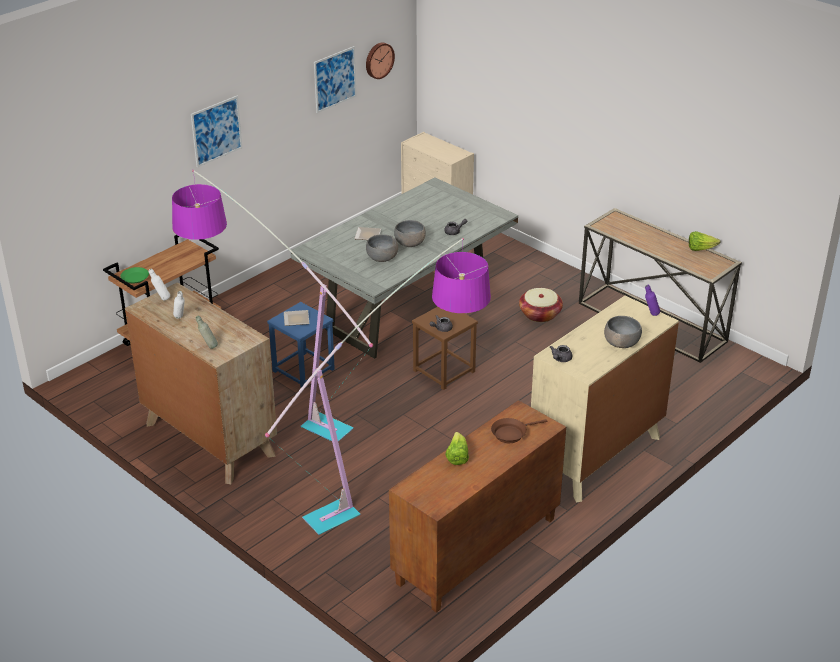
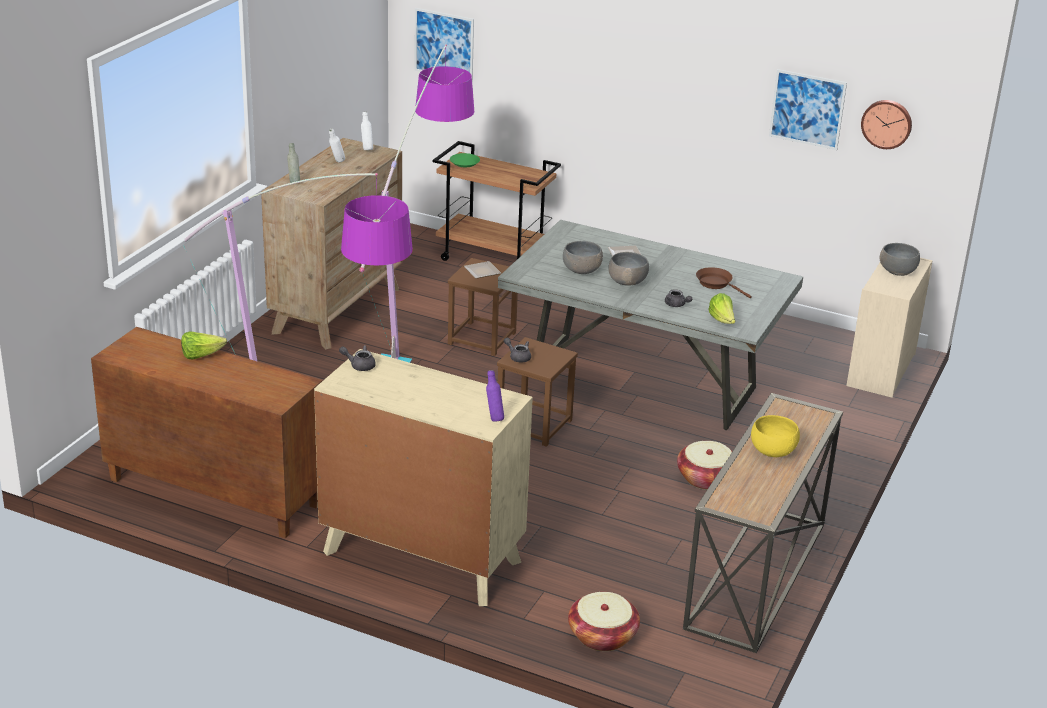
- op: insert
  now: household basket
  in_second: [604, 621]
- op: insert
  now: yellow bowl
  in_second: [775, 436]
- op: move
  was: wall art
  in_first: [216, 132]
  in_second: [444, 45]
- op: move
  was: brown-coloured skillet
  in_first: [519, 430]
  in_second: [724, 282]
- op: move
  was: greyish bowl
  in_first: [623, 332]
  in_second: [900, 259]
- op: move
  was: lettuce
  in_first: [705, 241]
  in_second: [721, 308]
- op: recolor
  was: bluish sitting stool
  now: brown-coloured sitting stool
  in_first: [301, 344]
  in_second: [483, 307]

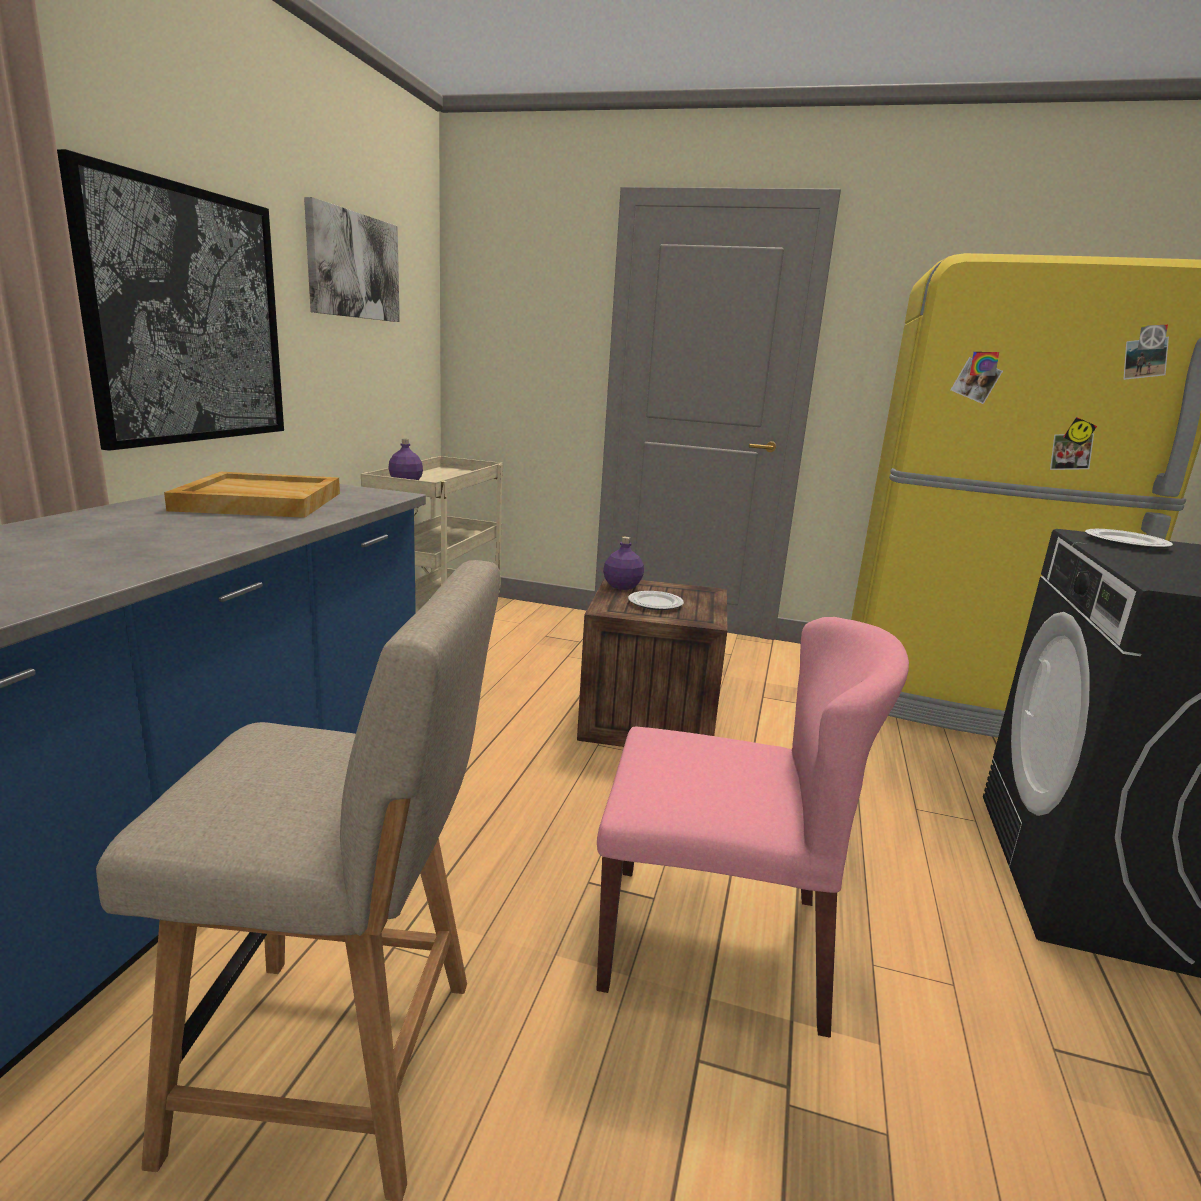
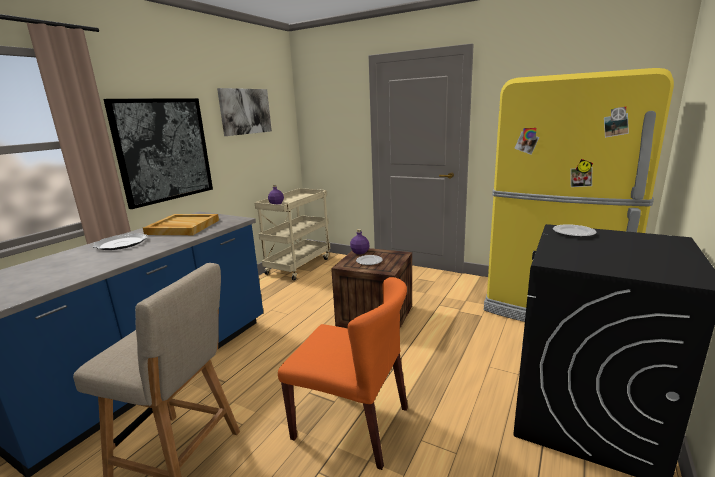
- op: insert
  now: flat dish
  in_second: [120, 241]
- op: recolor
  was: pink-coloured chair
  now: orangey chair
  in_first: [752, 827]
  in_second: [343, 373]

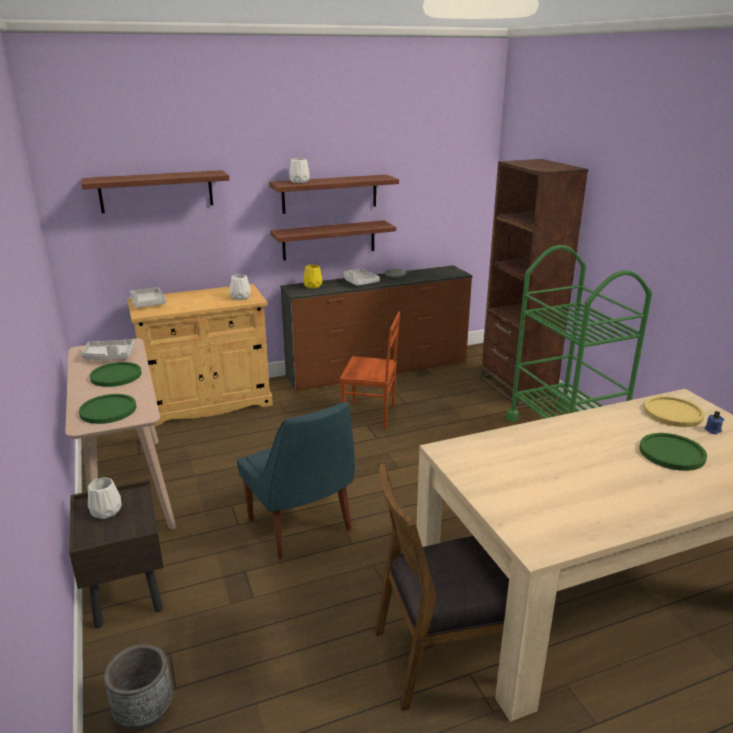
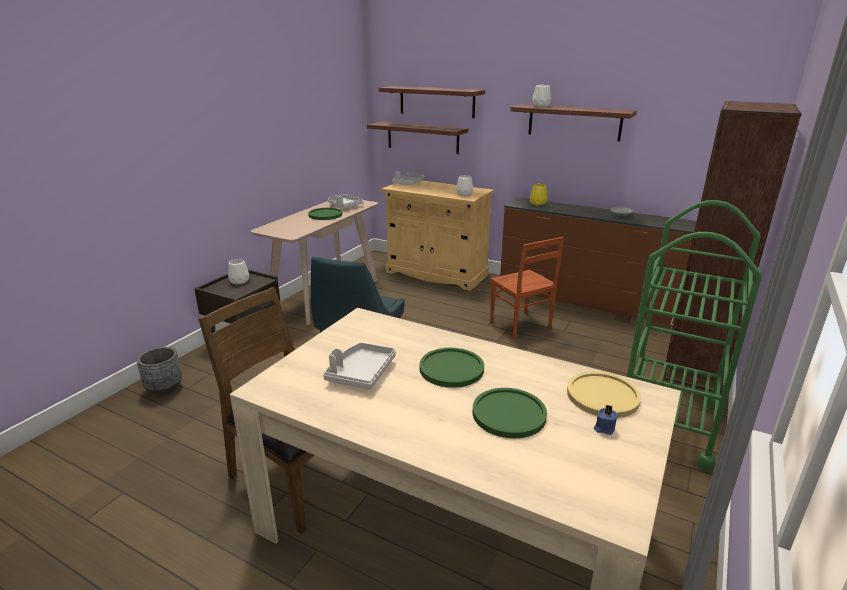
- op: move
  was: green flat dish
  in_first: [107, 409]
  in_second: [451, 368]
- op: move
  was: shelf
  in_first: [333, 240]
  in_second: [417, 138]
- op: move
  was: greyish tray
  in_first: [362, 277]
  in_second: [359, 365]

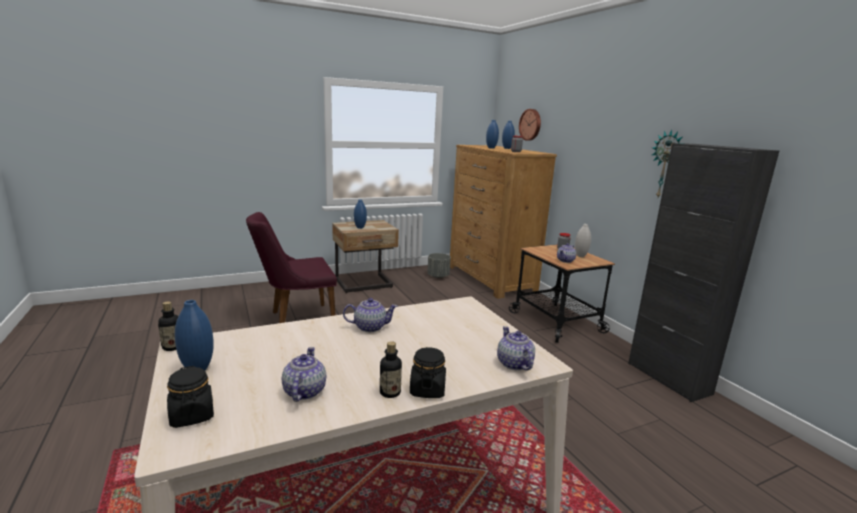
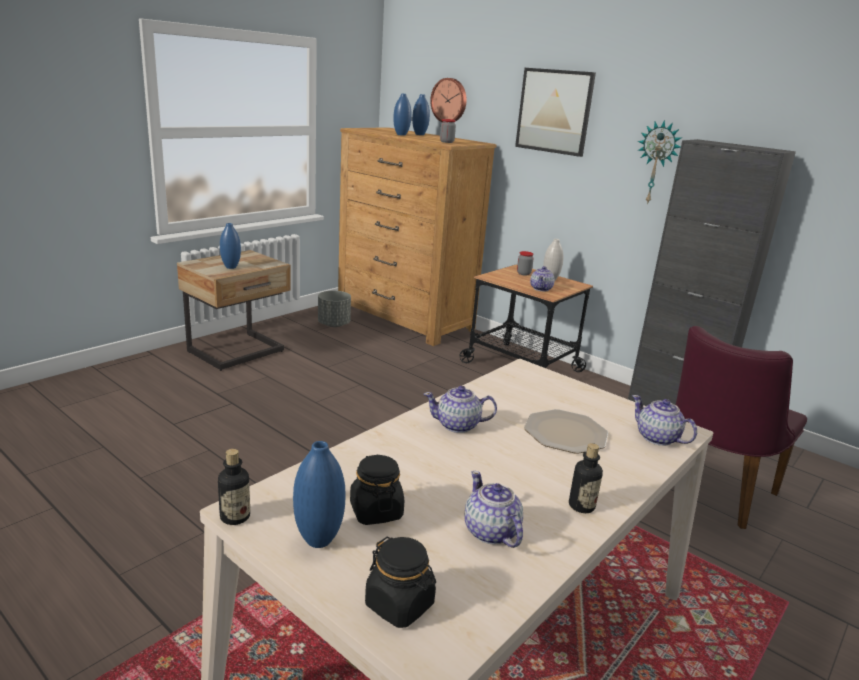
- op: insert
  now: wall art
  in_second: [555, 112]
- op: insert
  now: flat dish
  in_second: [566, 431]
- op: move
  was: purplish chair
  in_first: [291, 267]
  in_second: [741, 427]
- op: move
  was: black jar
  in_first: [428, 372]
  in_second: [377, 489]
- op: rotate
  was: teapot
  in_first: [370, 315]
  in_second: [460, 409]
  clockwise: -150

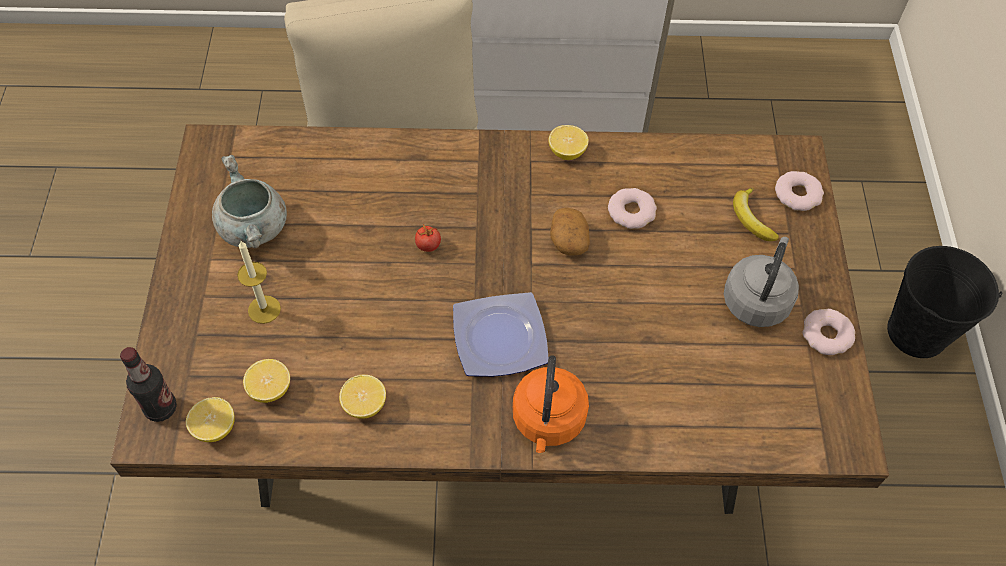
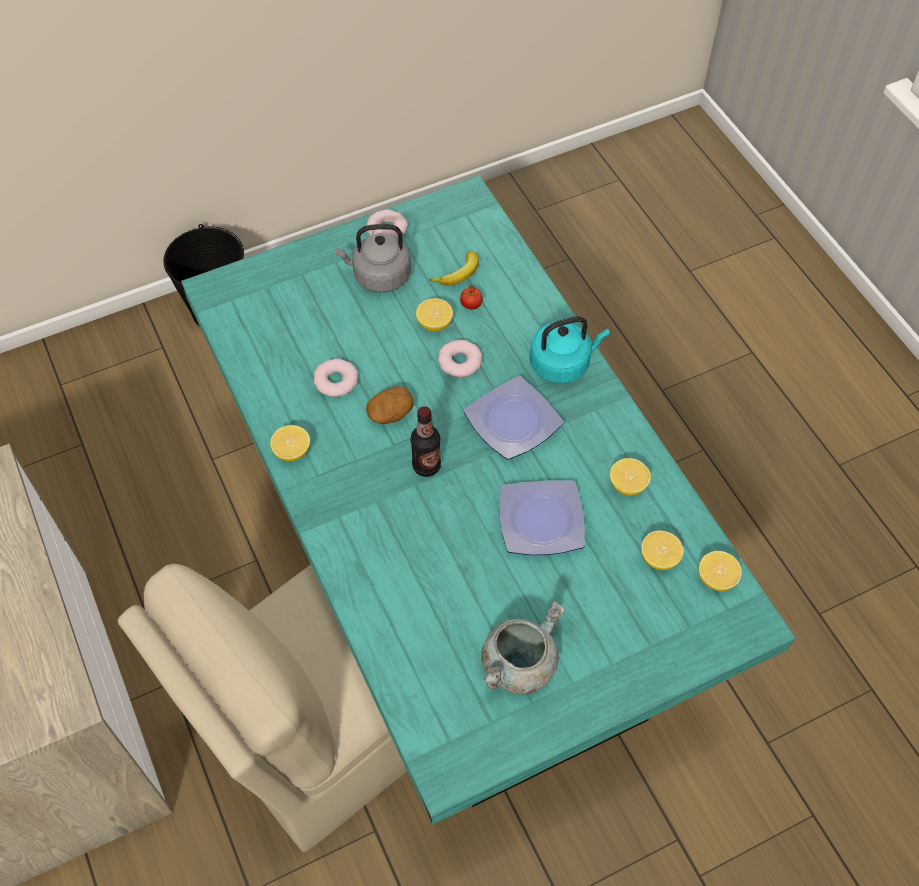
- op: delete
  was: wax candle
  in_first: [259, 282]
- op: insert
  now: lemon
  in_second: [434, 315]
- op: insert
  now: flat dish
  in_second: [542, 518]
- op: move
  was: drink bottle
  in_first: [148, 384]
  in_second: [426, 441]
- op: move
  was: fresh tomato
  in_first: [428, 238]
  in_second: [471, 297]
- op: move
  was: whole banana
  in_first: [756, 214]
  in_second: [454, 268]
- op: move
  was: ring doughnut
  in_first: [799, 191]
  in_second: [460, 358]
- op: recolor
  was: brown-coloured dinner table
  now: turquoise-coloured dinner table
  in_first: [499, 319]
  in_second: [488, 500]
- op: recolor
  was: orangey kettle
  now: turquoise-coloured kettle
  in_first: [551, 404]
  in_second: [570, 350]

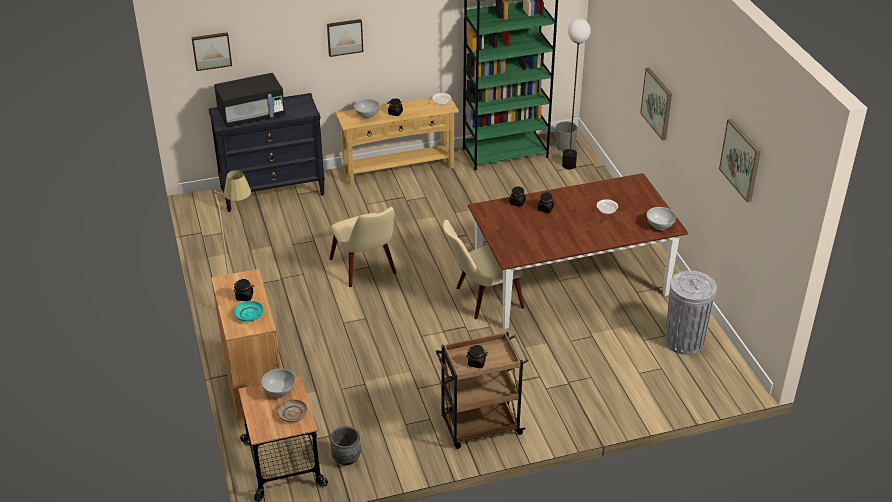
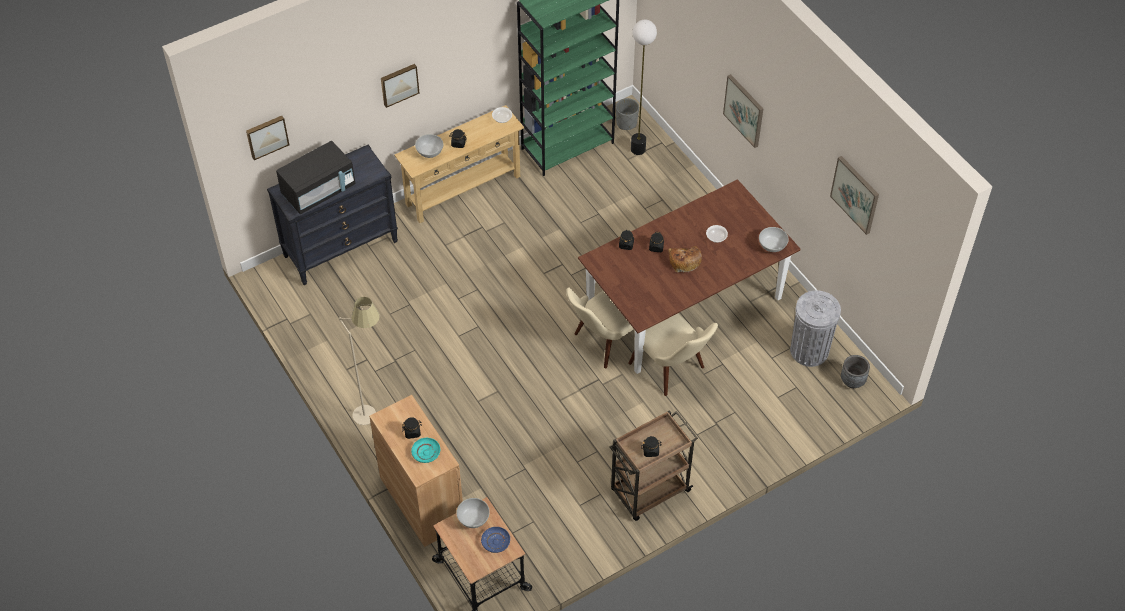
- op: insert
  now: bakery bread
  in_second: [685, 259]
- op: move
  was: sand-coloured chair
  in_first: [363, 247]
  in_second: [673, 354]
- op: move
  was: greyish flower pot
  in_first: [345, 445]
  in_second: [855, 371]
- op: recolor
  was: sand-coloured flat dish
  now: bluish flat dish
  in_first: [292, 410]
  in_second: [495, 540]

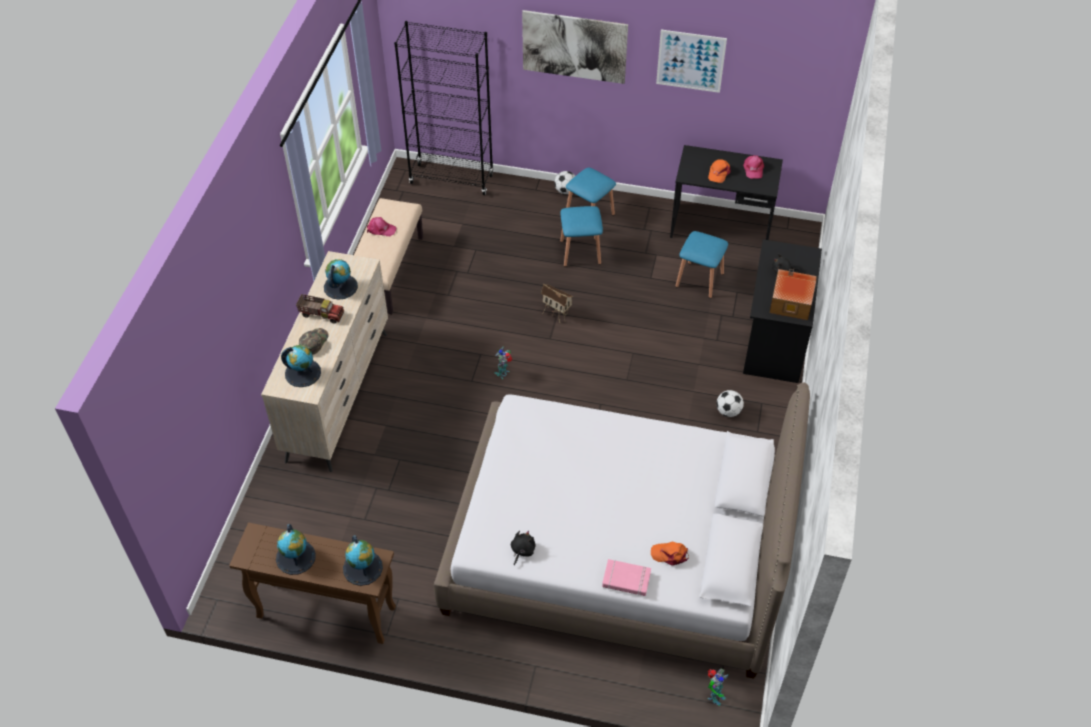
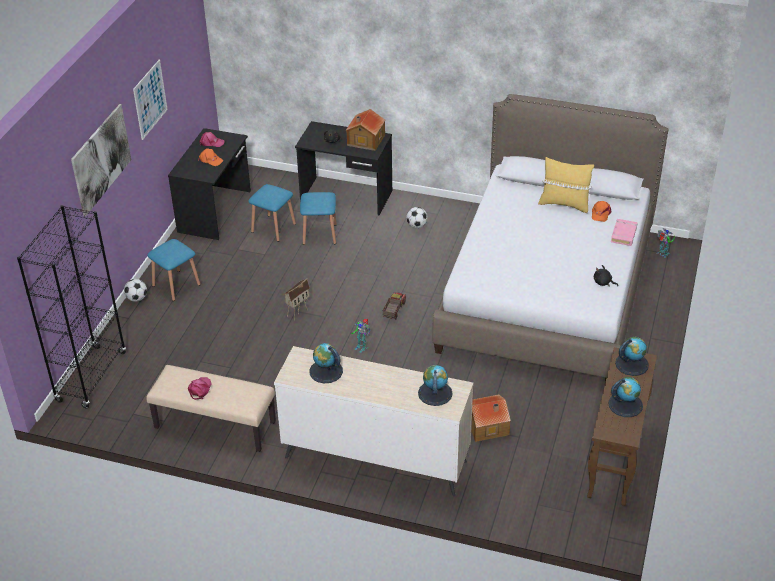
- op: delete
  was: green baseball cap
  in_first: [314, 341]
- op: insert
  now: miniature house
  in_second: [491, 418]
- op: insert
  now: yellow throw pillow
  in_second: [566, 185]
- op: move
  was: toy truck
  in_first: [320, 309]
  in_second: [394, 305]
- op: move
  was: bluish sitting stool
  in_first: [581, 236]
  in_second: [318, 218]

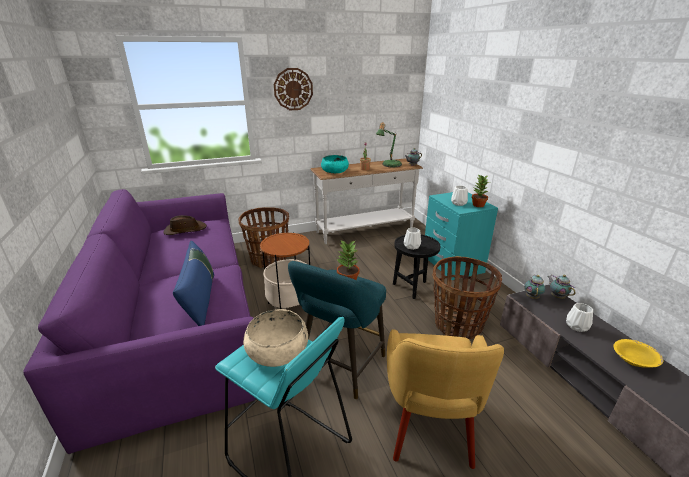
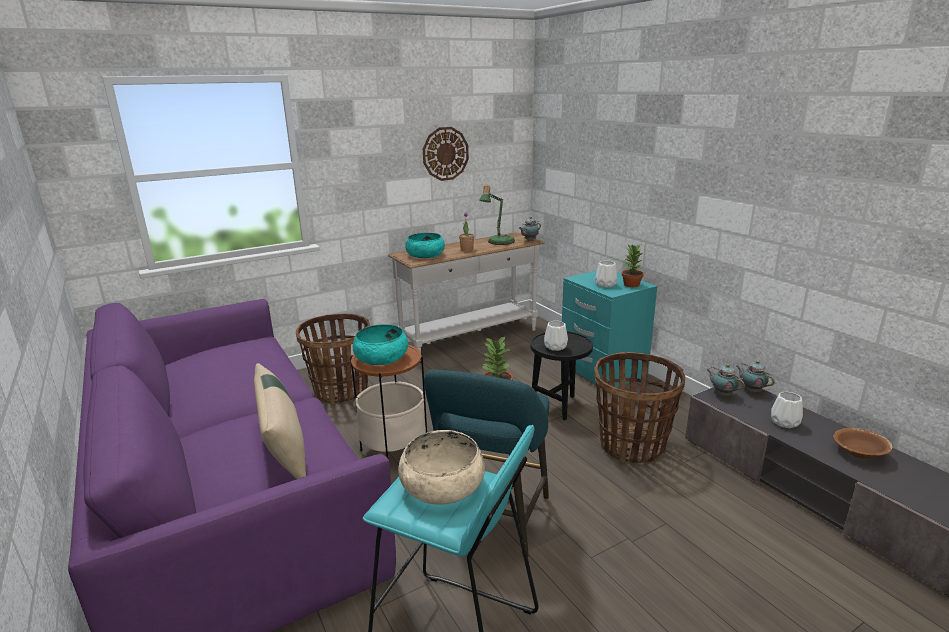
- op: delete
  was: brown-coloured wearable hat
  in_first: [185, 225]
- op: delete
  was: yellow lounge chair
  in_first: [445, 399]
- op: insert
  now: turquoise-coloured bowl
  in_second: [380, 344]
- op: move
  was: hanging clock
  in_first: [293, 89]
  in_second: [446, 154]
- op: recolor
  was: bluish throw pillow
  now: sand-coloured throw pillow
  in_first: [193, 283]
  in_second: [280, 421]
- op: recolor
  was: yellow bowl
  now: brown-coloured bowl
  in_first: [638, 353]
  in_second: [863, 443]
- op: rotate
  was: teapot
  in_first: [534, 287]
  in_second: [726, 380]
  clockwise: -45

